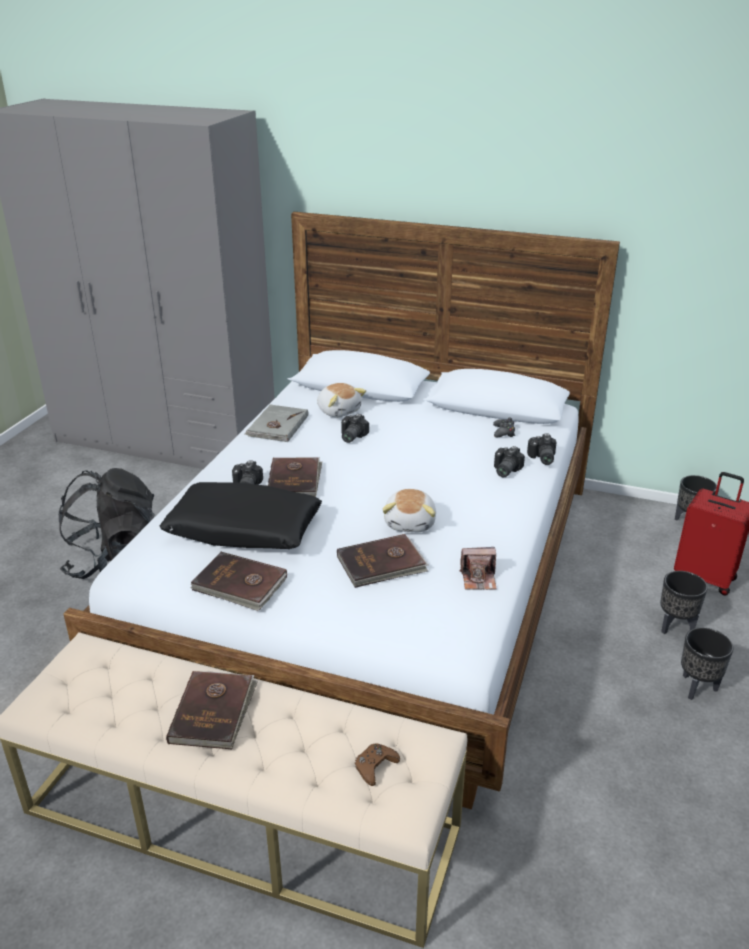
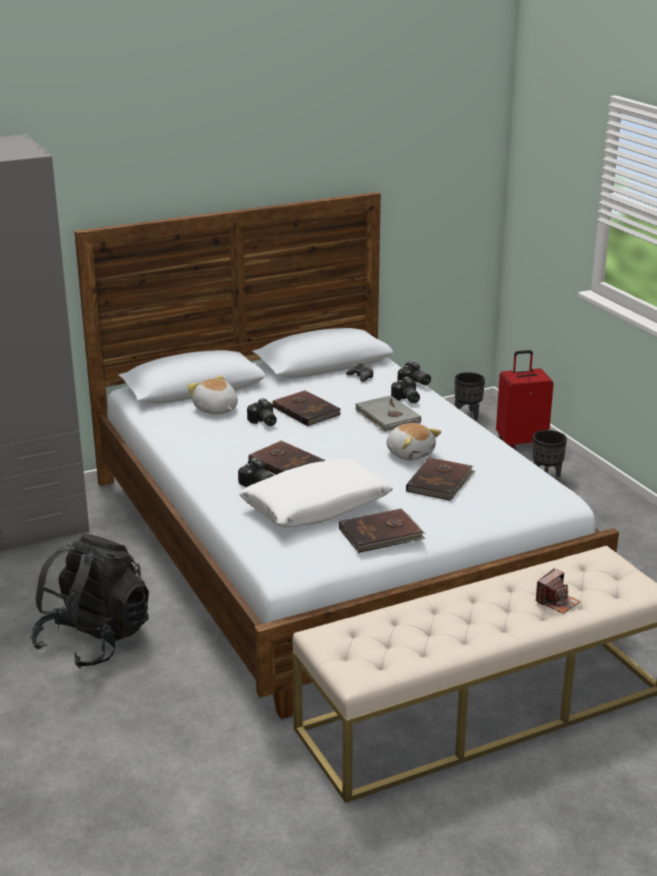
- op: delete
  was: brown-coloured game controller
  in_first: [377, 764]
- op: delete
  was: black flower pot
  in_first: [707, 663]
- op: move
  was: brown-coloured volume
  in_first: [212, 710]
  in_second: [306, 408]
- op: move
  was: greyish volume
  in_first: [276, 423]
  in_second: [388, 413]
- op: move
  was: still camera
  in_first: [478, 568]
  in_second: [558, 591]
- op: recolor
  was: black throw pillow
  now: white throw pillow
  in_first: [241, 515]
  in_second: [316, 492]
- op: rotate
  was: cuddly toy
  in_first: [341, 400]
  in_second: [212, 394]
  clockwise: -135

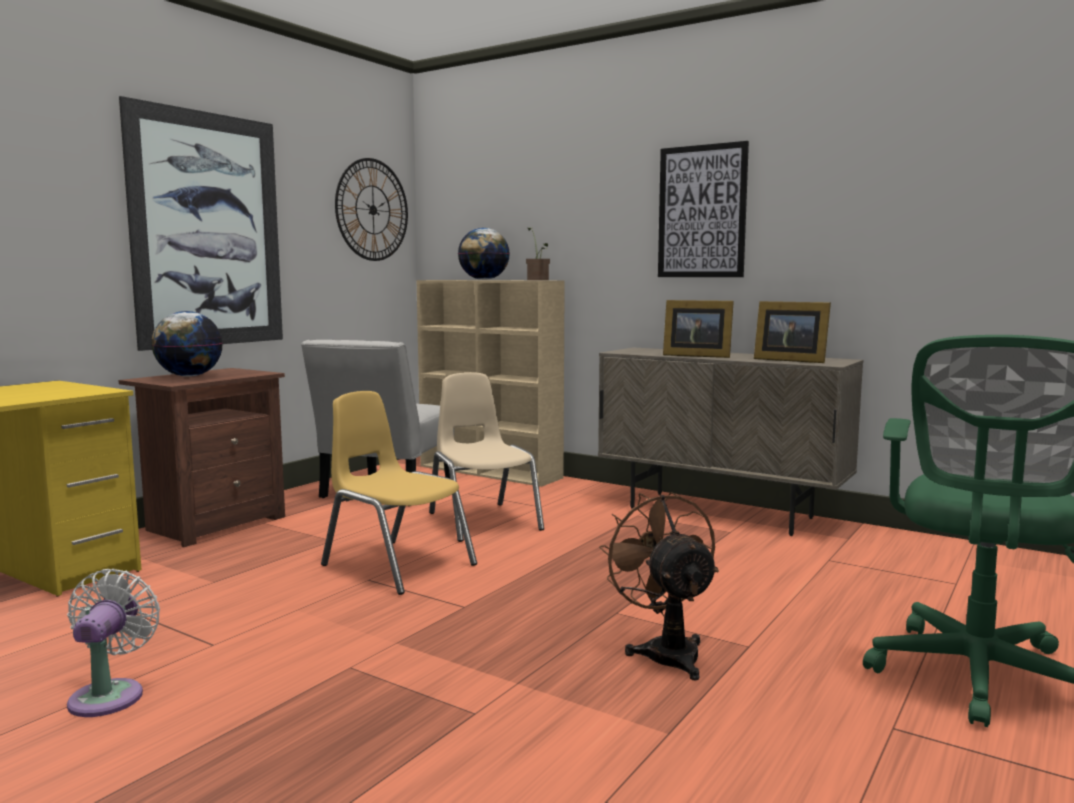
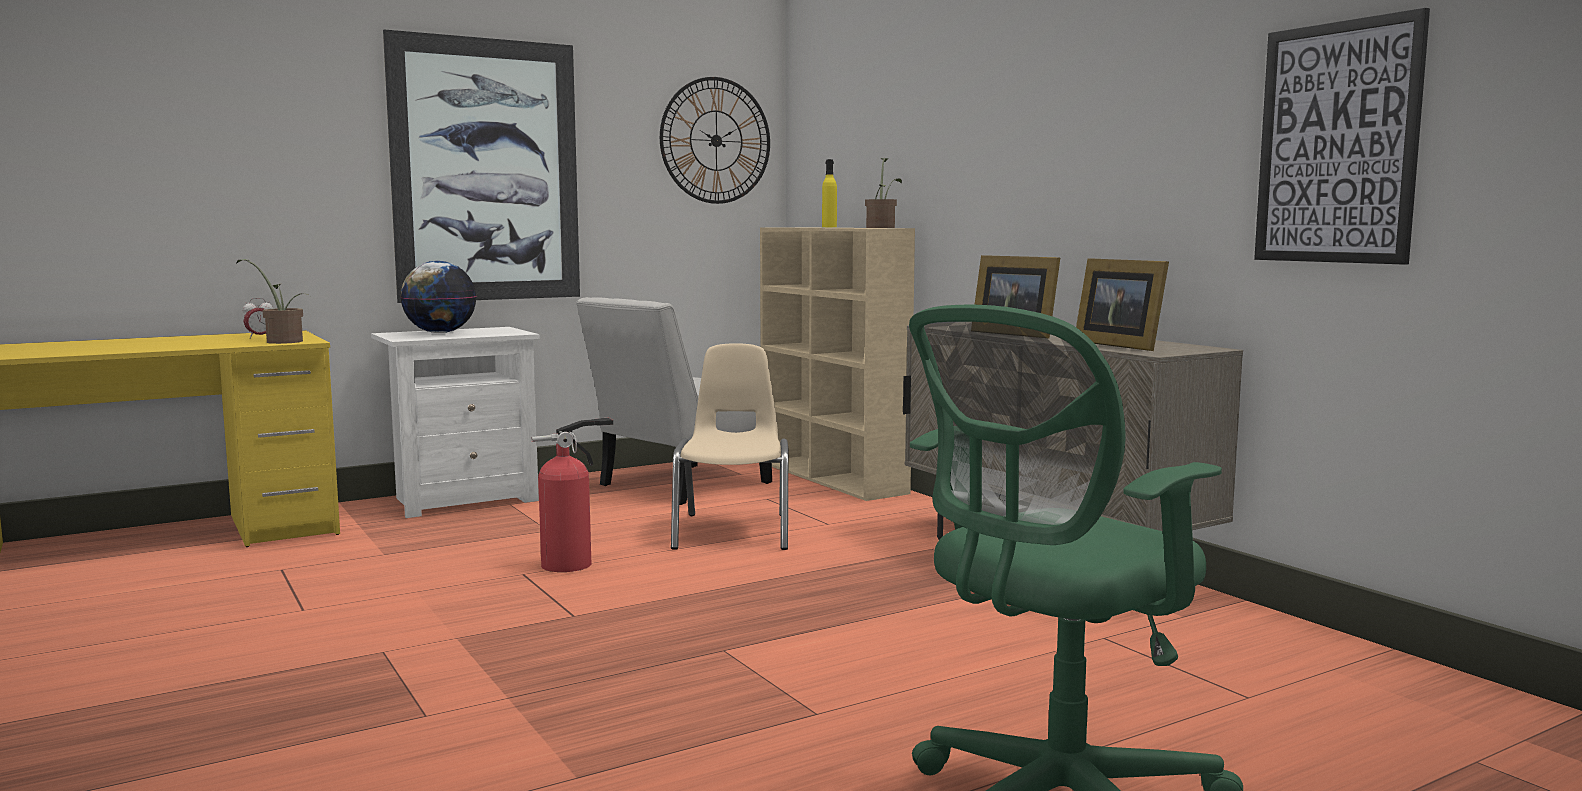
- op: delete
  was: white cooling fan
  in_first: [113, 643]
- op: delete
  was: brown-coloured cooling fan
  in_first: [659, 586]
- op: insert
  now: houseplant
  in_second: [273, 301]
- op: insert
  now: bedside clock
  in_second: [258, 318]
- op: move
  was: wall art
  in_first: [703, 209]
  in_second: [1342, 136]
- op: replace
  was: yellow chair
  now: fire-fighting cylinder
  in_first: [399, 493]
  in_second: [572, 494]
- op: replace
  was: world globe
  now: yellow drink bottle
  in_first: [484, 254]
  in_second: [829, 193]
- op: recolor
  was: brown-coloured night table
  now: white night table
  in_first: [201, 457]
  in_second: [455, 422]

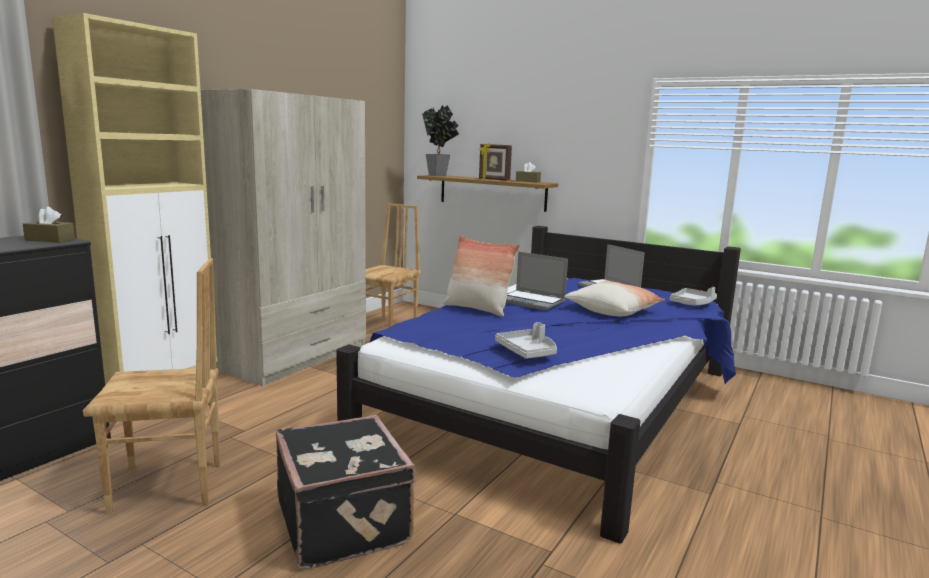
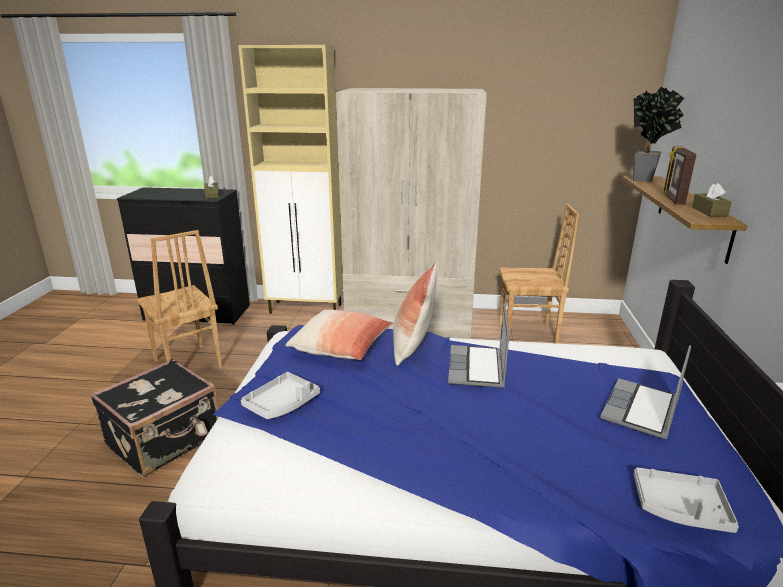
- op: move
  was: throw pillow
  in_first: [614, 298]
  in_second: [339, 335]

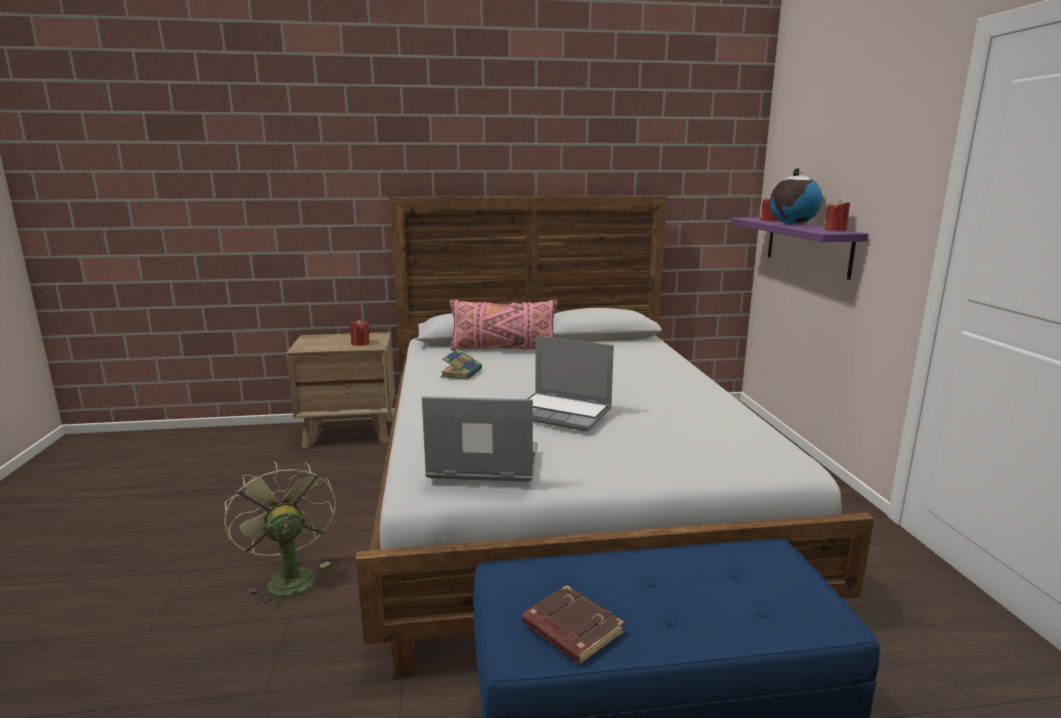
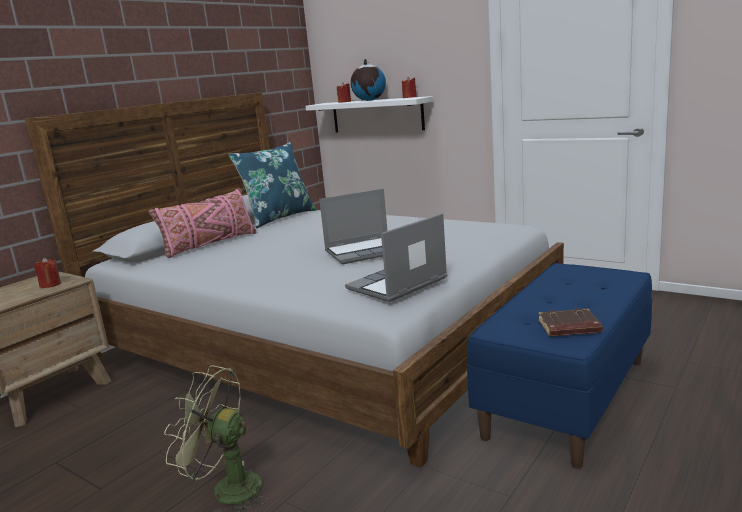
- op: delete
  was: volume
  in_first: [461, 364]
- op: insert
  now: bluish throw pillow
  in_second: [273, 185]
- op: recolor
  was: purplish shelf
  now: white shelf
  in_first: [799, 248]
  in_second: [369, 114]

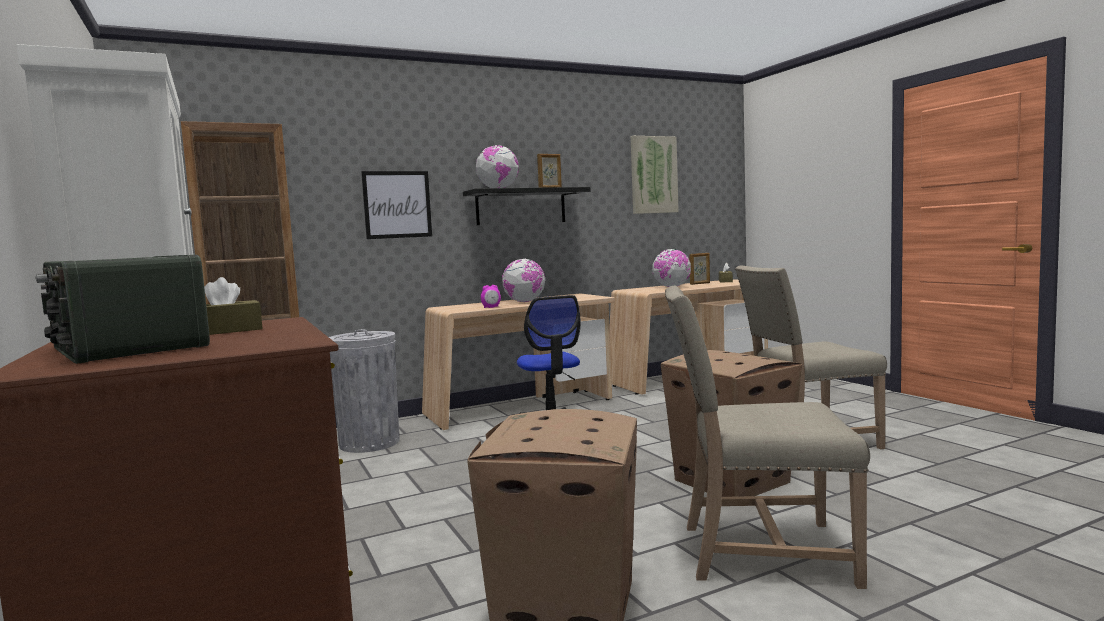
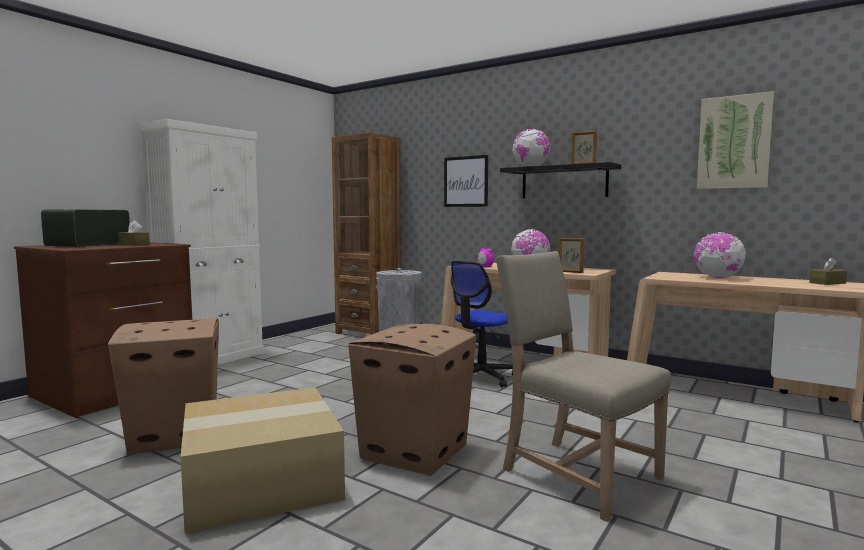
- op: move
  was: standing frame
  in_first: [699, 269]
  in_second: [571, 255]
- op: replace
  was: sand-coloured chair
  now: packing box
  in_first: [767, 437]
  in_second: [262, 460]

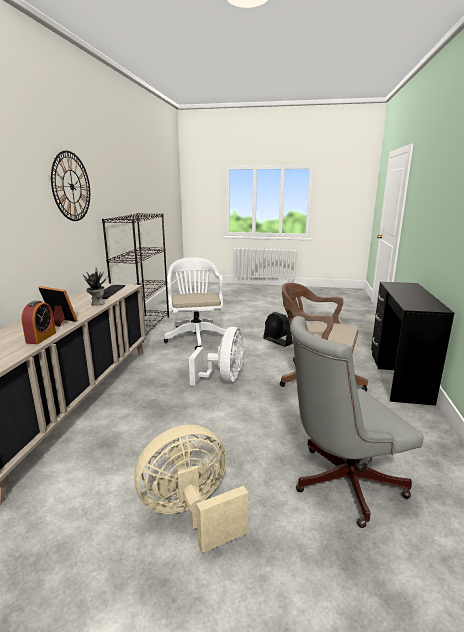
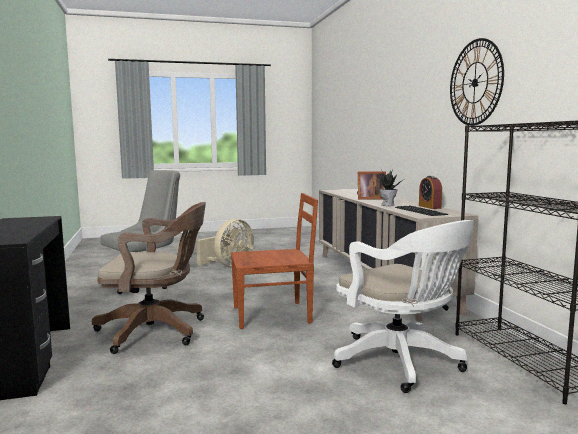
- op: delete
  was: black cooling fan
  in_first: [278, 329]
- op: move
  was: bedside clock
  in_first: [38, 322]
  in_second: [430, 192]
- op: replace
  was: white cooling fan
  now: brown-coloured chair
  in_first: [216, 356]
  in_second: [274, 261]

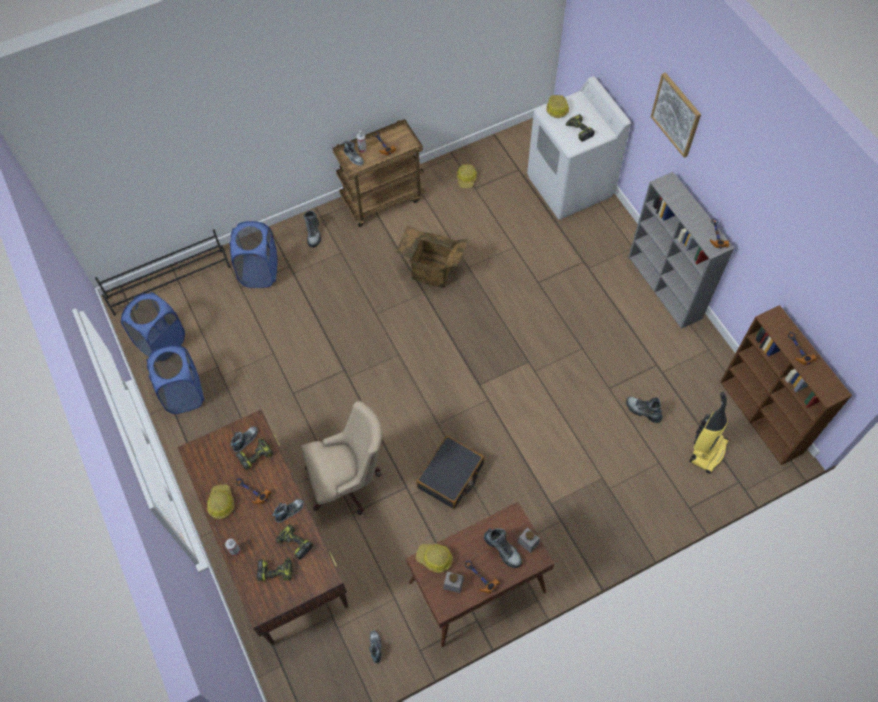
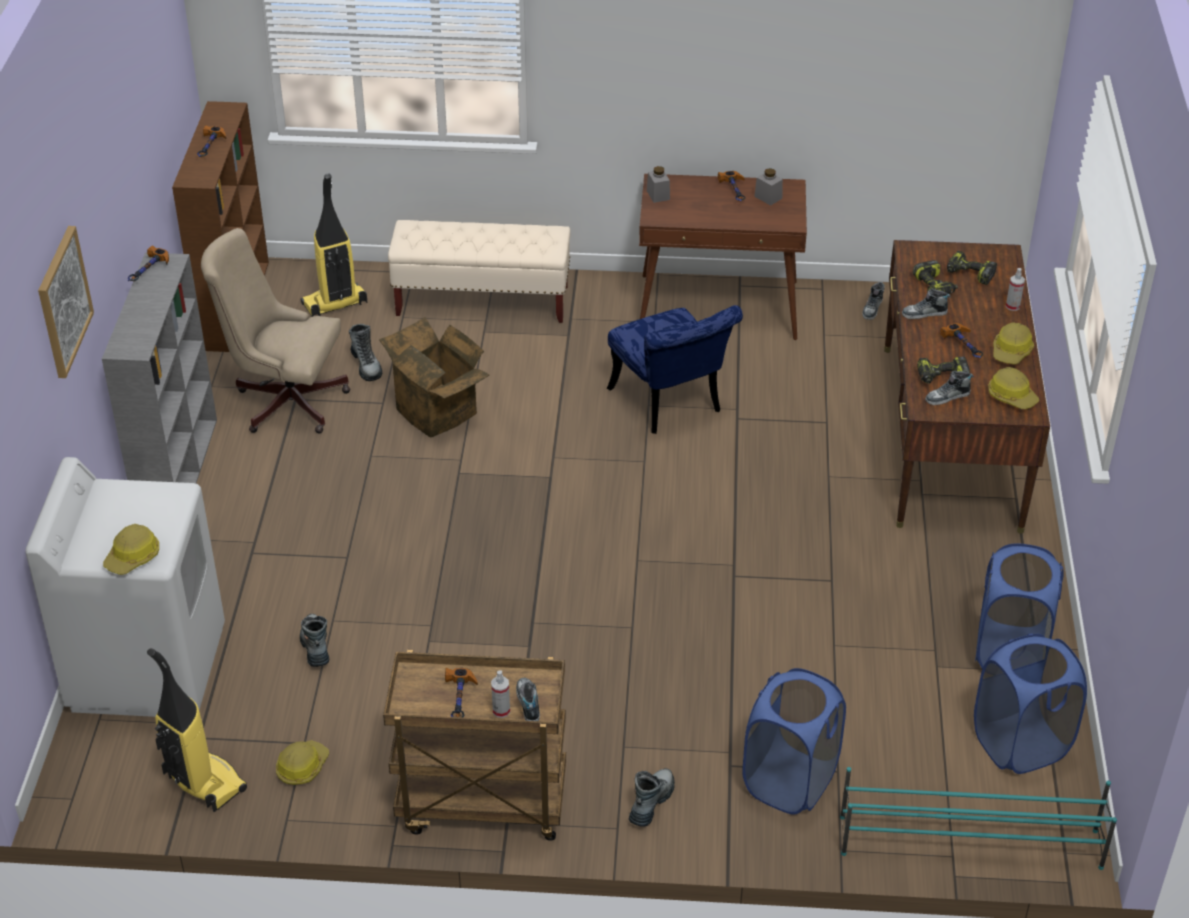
- op: delete
  was: drill
  in_first: [580, 128]
- op: insert
  now: vacuum cleaner
  in_second: [197, 730]
- op: insert
  now: sand-coloured indoor bench
  in_second: [479, 271]
- op: move
  was: sand-coloured desk chair
  in_first: [341, 458]
  in_second: [276, 330]
- op: move
  was: packing box
  in_first: [432, 257]
  in_second: [434, 377]
- op: move
  was: hard hat
  in_first: [434, 558]
  in_second: [1013, 388]
- op: move
  was: boot
  in_first: [503, 548]
  in_second: [314, 640]
- op: replace
  was: black travel case
  now: bluish chair
  in_first: [450, 472]
  in_second: [675, 369]
- op: recolor
  was: black shoe rack
  now: turquoise-coloured shoe rack
  in_first: [162, 272]
  in_second: [978, 818]

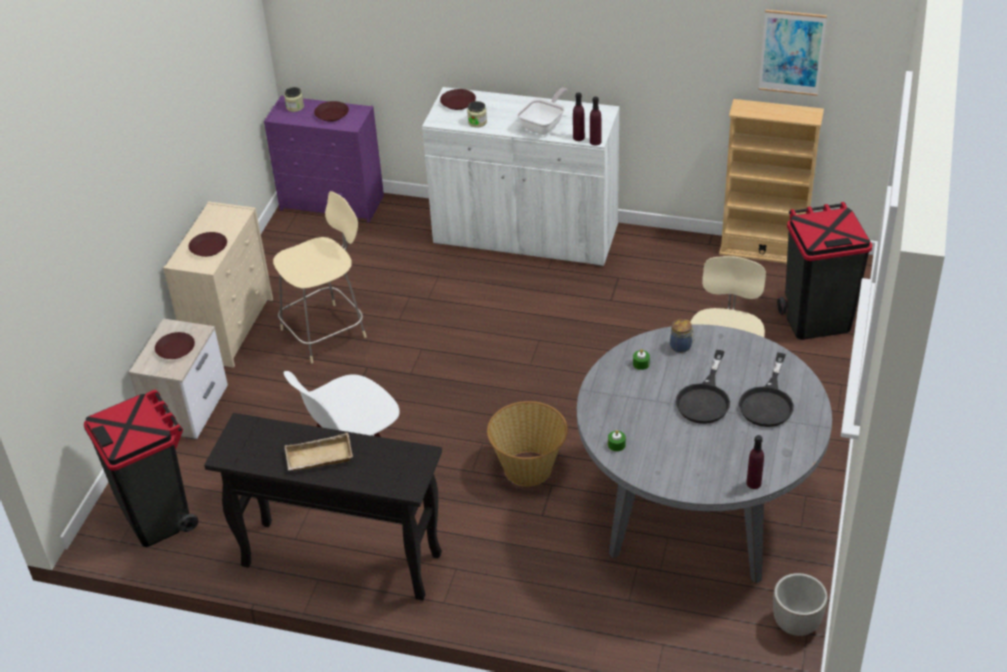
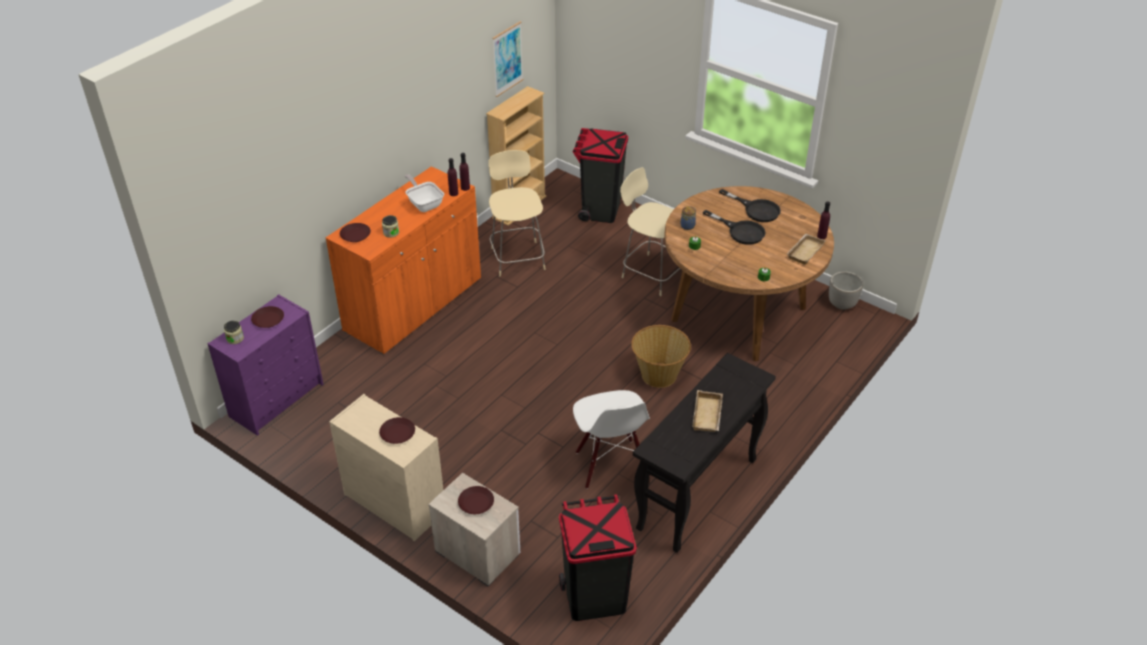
- op: insert
  now: sand-coloured tray
  in_second: [806, 249]
- op: move
  was: sand-coloured chair
  in_first: [320, 277]
  in_second: [517, 213]
- op: recolor
  was: white cupboard
  now: orangey cupboard
  in_first: [521, 176]
  in_second: [403, 260]
- op: recolor
  was: greyish dinner table
  now: brown-coloured dinner table
  in_first: [704, 454]
  in_second: [749, 273]

